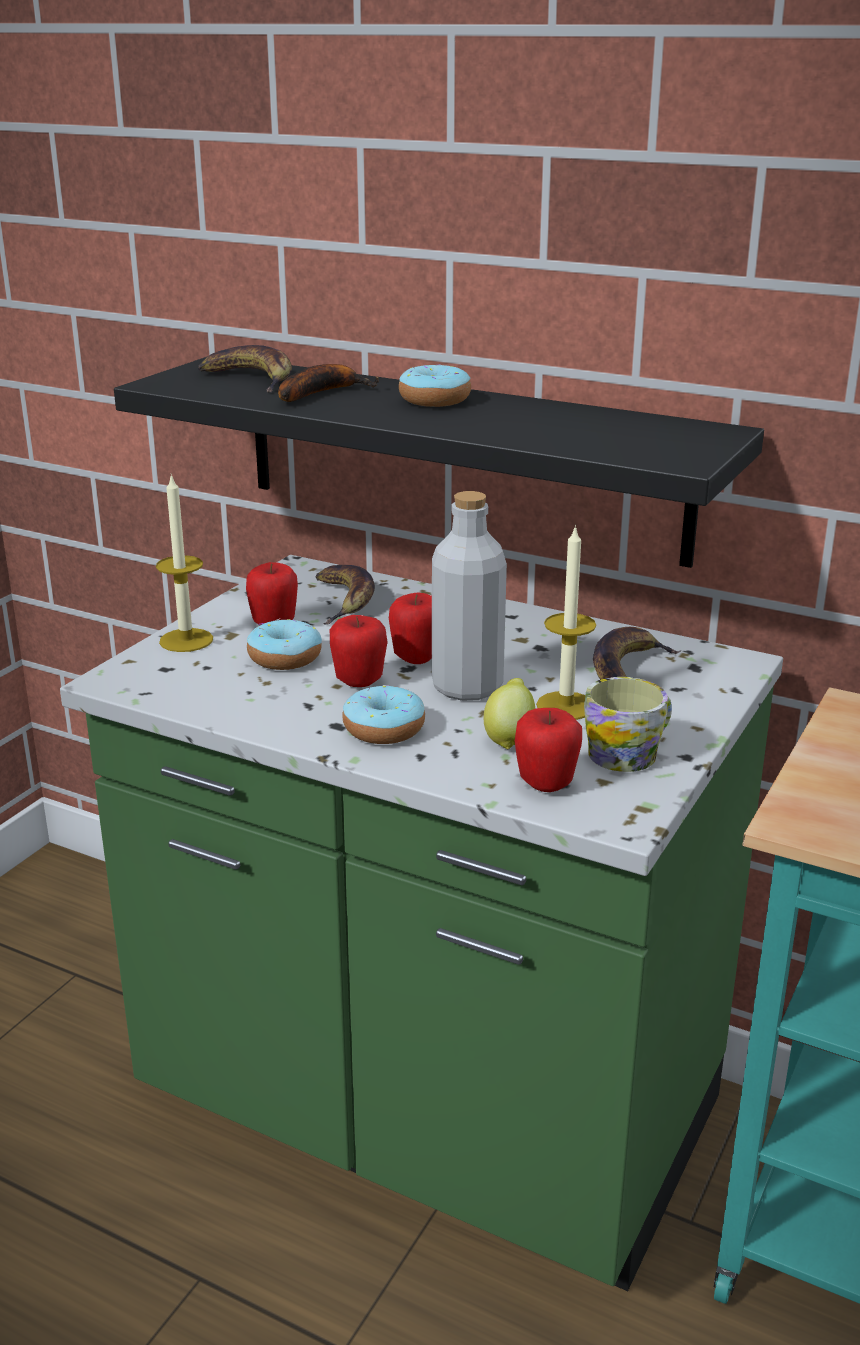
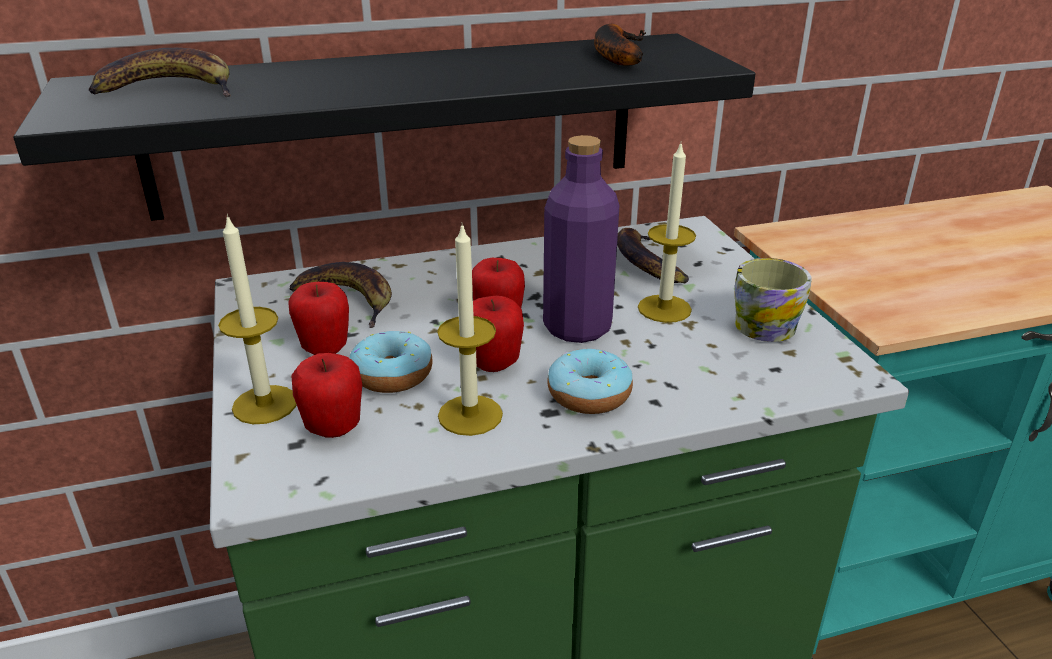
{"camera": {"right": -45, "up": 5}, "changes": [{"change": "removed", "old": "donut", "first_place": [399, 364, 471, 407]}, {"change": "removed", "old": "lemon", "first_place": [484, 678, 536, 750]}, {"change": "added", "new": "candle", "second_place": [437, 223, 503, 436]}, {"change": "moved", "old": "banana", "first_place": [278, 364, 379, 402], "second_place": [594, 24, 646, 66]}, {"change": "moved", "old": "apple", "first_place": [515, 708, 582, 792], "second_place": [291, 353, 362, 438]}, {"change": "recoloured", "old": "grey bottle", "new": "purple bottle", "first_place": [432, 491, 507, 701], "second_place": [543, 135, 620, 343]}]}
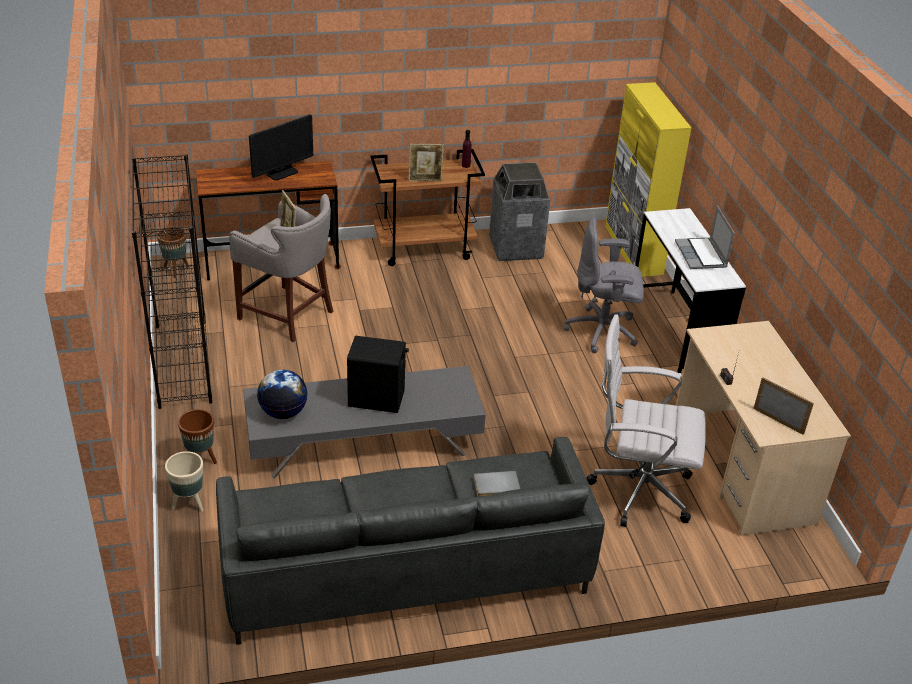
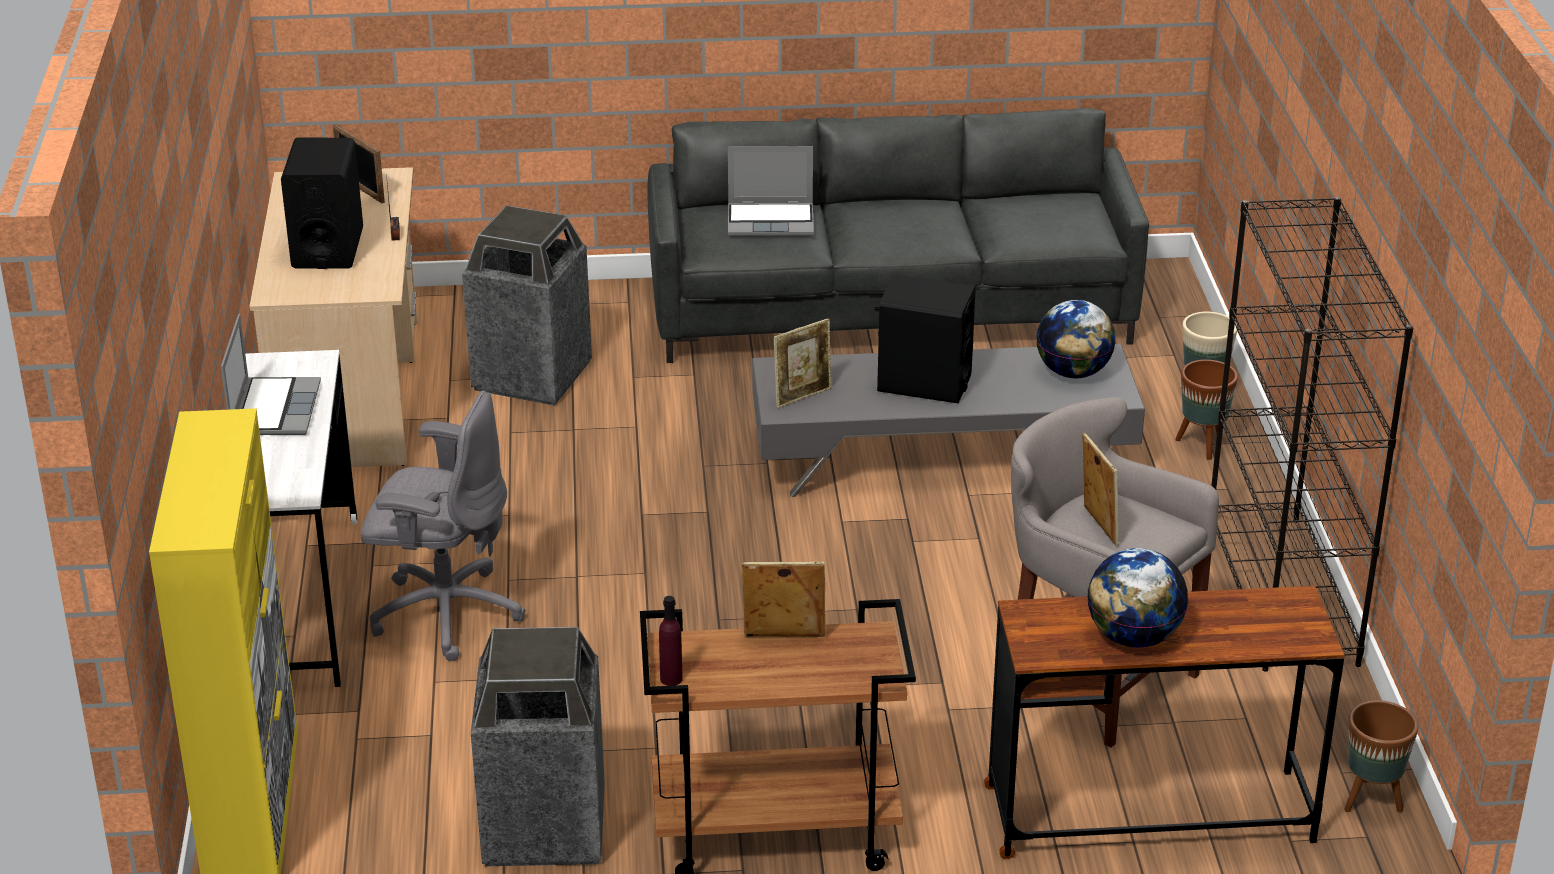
{"camera": {"right": -170, "up": -5}, "changes": [{"change": "added", "new": "black speaker", "second_place": [281, 138, 363, 269]}, {"change": "added", "new": "picture frame", "second_place": [774, 318, 831, 408]}, {"change": "replaced", "old": "monitor", "new": "globe", "first_place": [249, 114, 313, 181], "second_place": [1087, 548, 1188, 648]}, {"change": "replaced", "old": "grey book", "new": "laptop", "first_place": [473, 471, 521, 496], "second_place": [728, 146, 814, 237]}, {"change": "replaced", "old": "white office chair", "new": "trash can", "first_place": [586, 314, 706, 527], "second_place": [462, 205, 592, 406]}]}
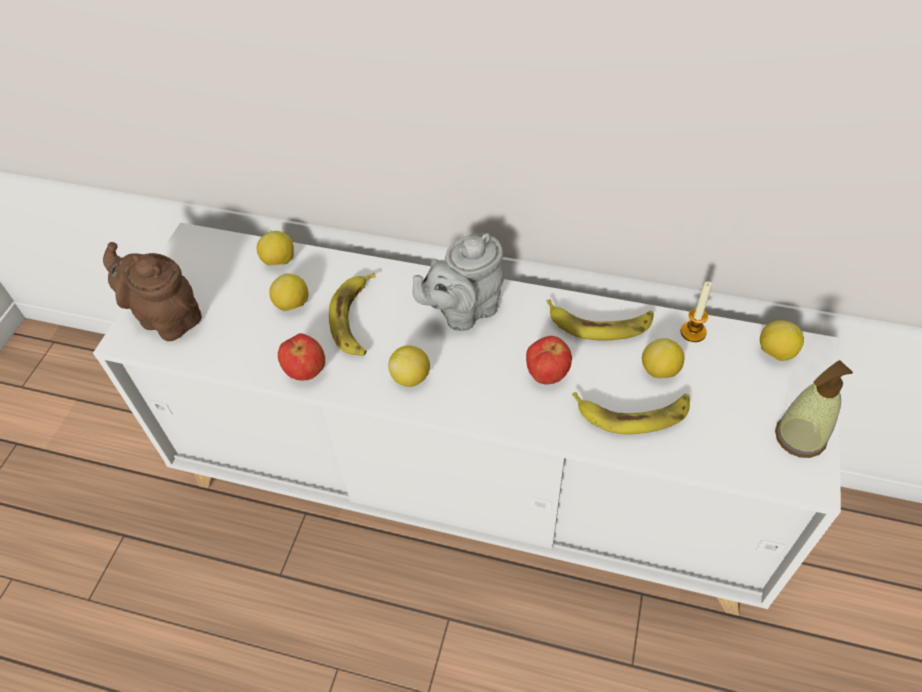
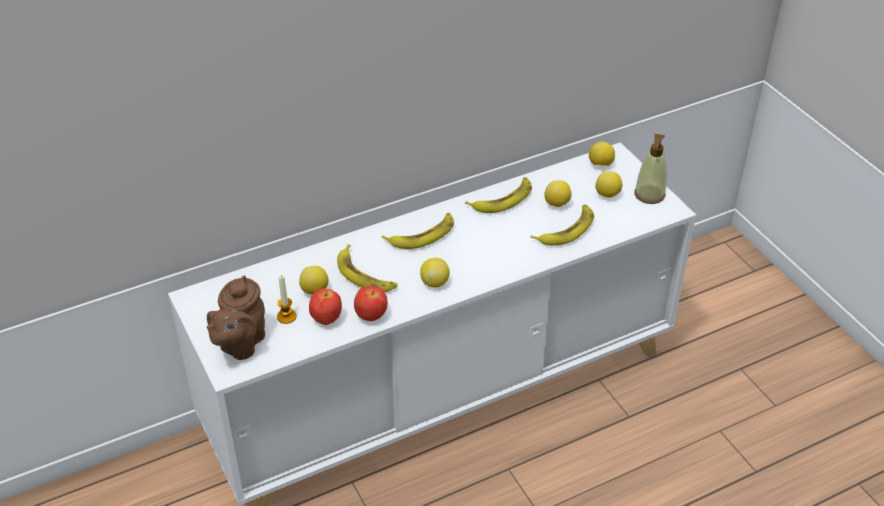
{"camera": {"right": -45, "up": -10}, "changes": [{"change": "moved", "old": "lemon", "first_place": [256, 231, 294, 266], "second_place": [595, 171, 622, 198]}, {"change": "moved", "old": "apple", "first_place": [526, 336, 572, 384], "second_place": [309, 288, 342, 325]}, {"change": "moved", "old": "candle", "first_place": [681, 282, 712, 342], "second_place": [277, 275, 296, 324]}, {"change": "replaced", "old": "grey teapot", "new": "banana", "first_place": [413, 233, 504, 331], "second_place": [381, 213, 454, 249]}, {"change": "turned", "old": "brown teapot", "first_place": [103, 242, 202, 341], "second_place": [207, 275, 265, 360], "degrees": -60}]}
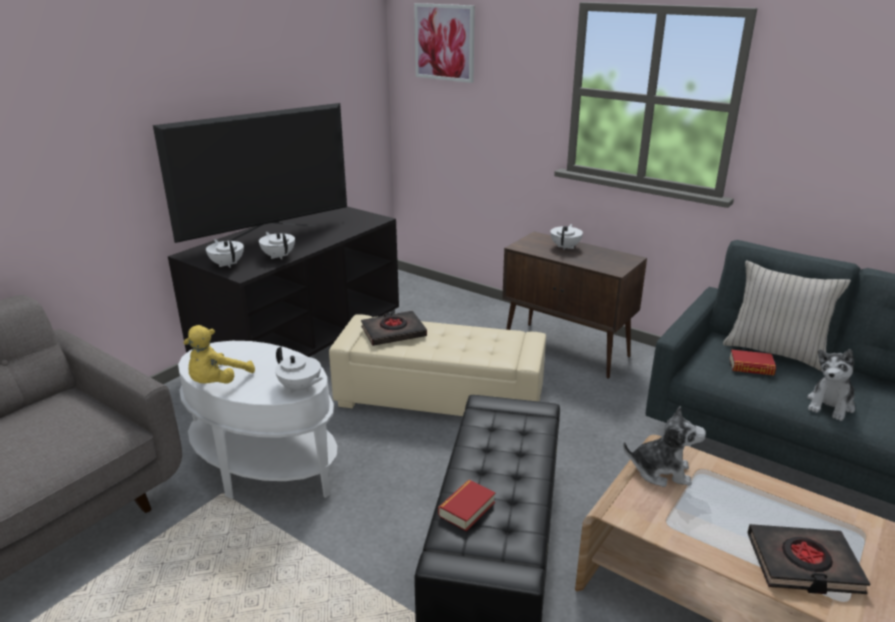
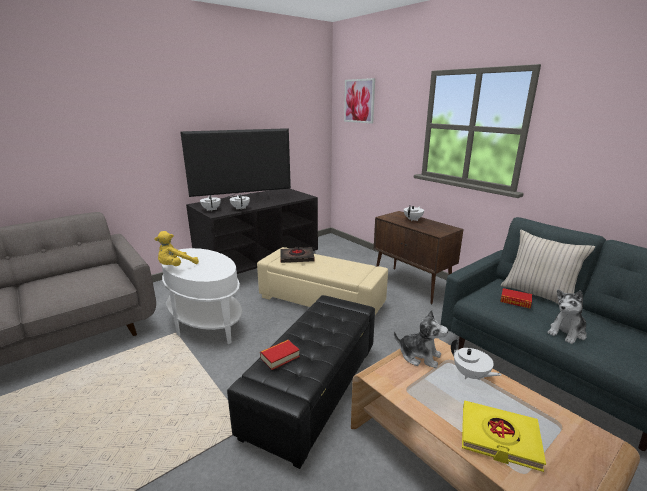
{"camera": {"right": 15, "up": -5}, "changes": [{"change": "moved", "old": "white teapot", "first_place": [275, 347, 323, 393], "second_place": [451, 339, 502, 380]}, {"change": "recoloured", "old": "black book", "new": "yellow book", "first_place": [747, 524, 871, 594], "second_place": [462, 400, 546, 472]}]}
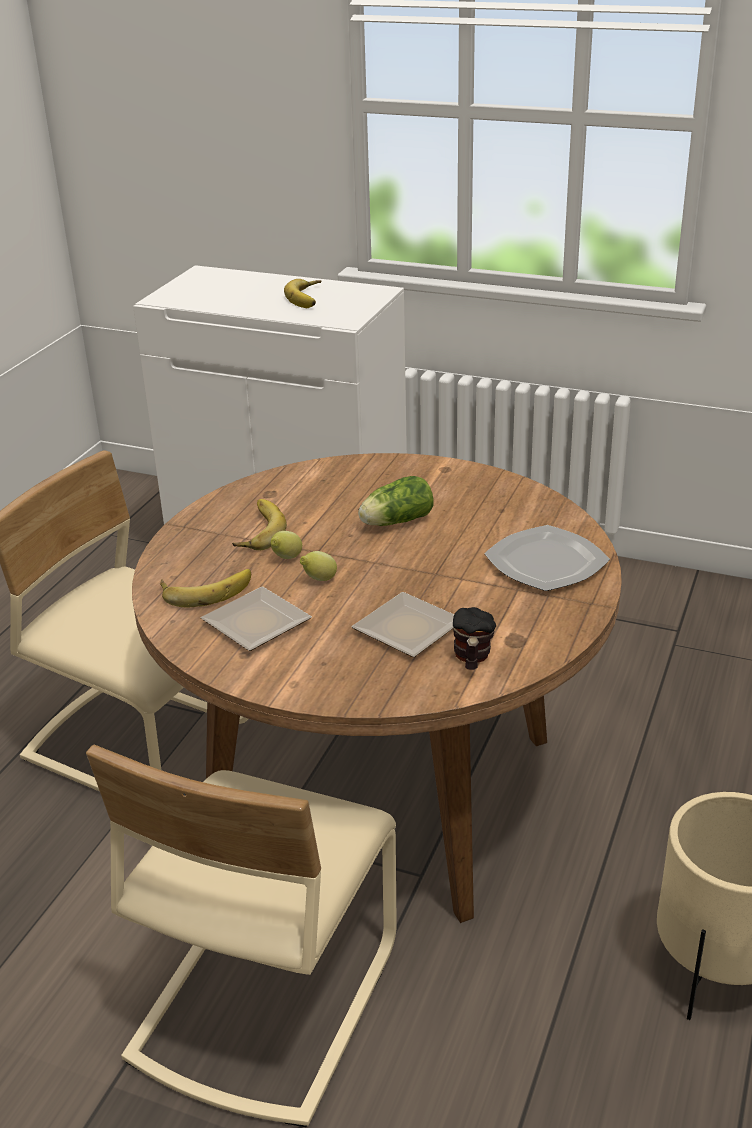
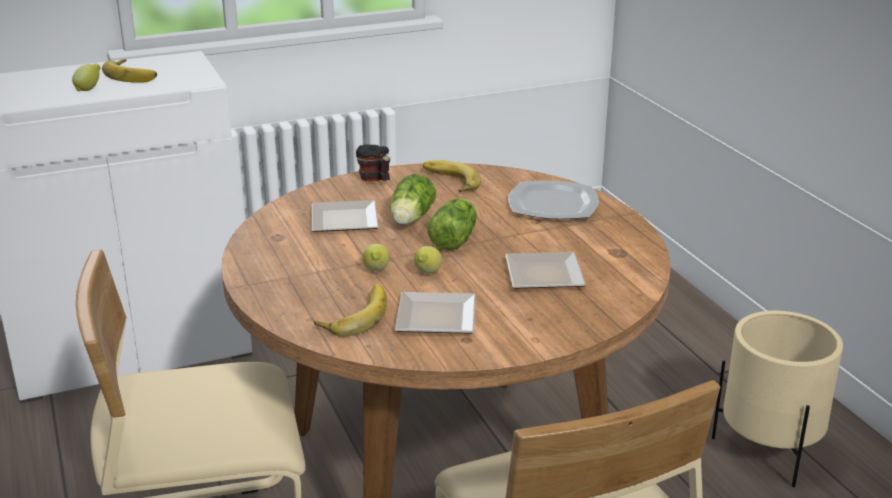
{"camera": {"right": -45, "up": -5}, "changes": [{"change": "added", "new": "lemon", "second_place": [72, 64, 101, 91]}, {"change": "added", "new": "plate", "second_place": [312, 200, 379, 232]}, {"change": "added", "new": "lettuce", "second_place": [427, 198, 477, 250]}, {"change": "moved", "old": "banana", "first_place": [232, 499, 287, 550], "second_place": [423, 160, 481, 192]}, {"change": "moved", "old": "mug", "first_place": [453, 607, 496, 670], "second_place": [356, 144, 390, 181]}]}
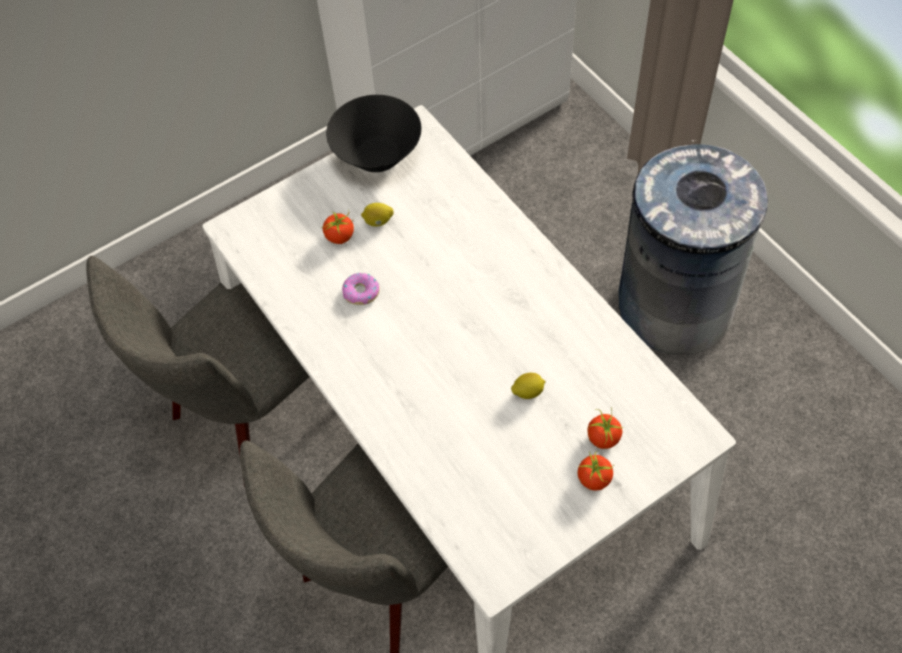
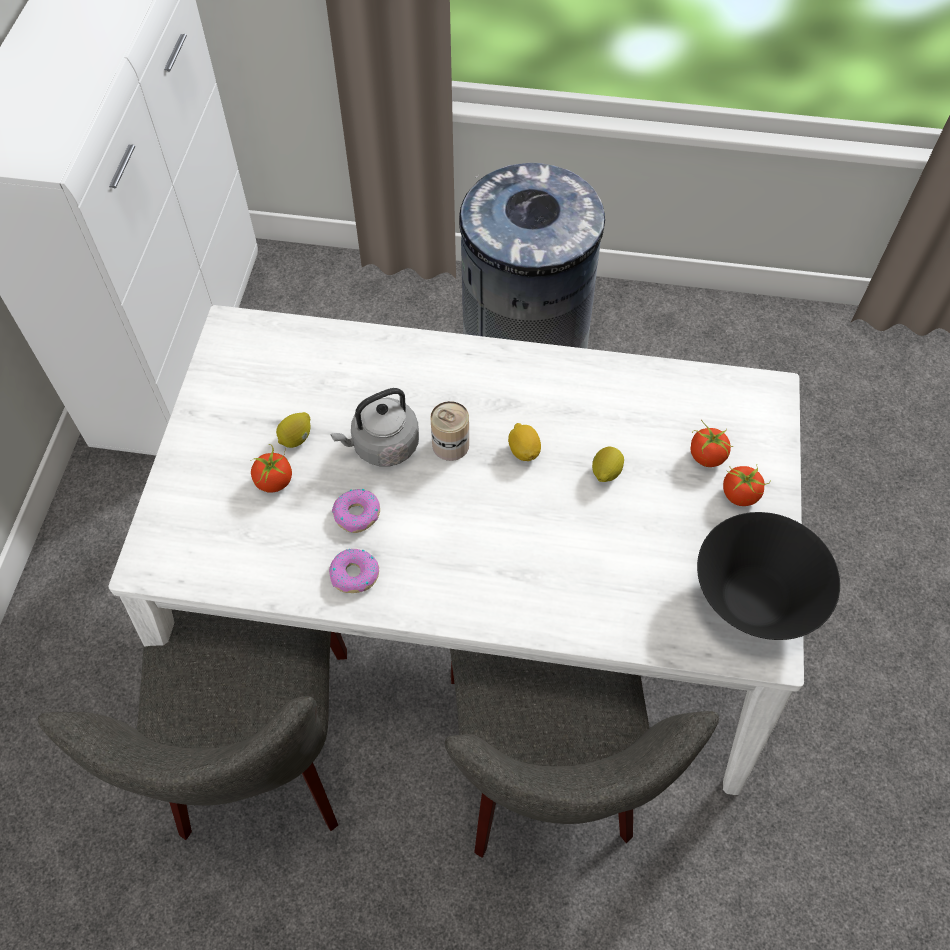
{"camera": {"right": -50, "up": 0}, "changes": [{"change": "added", "new": "donut", "second_place": [329, 549, 379, 593]}, {"change": "added", "new": "grey kettle", "second_place": [331, 388, 419, 466]}, {"change": "added", "new": "can", "second_place": [430, 401, 469, 461]}, {"change": "added", "new": "lemon", "second_place": [508, 423, 541, 461]}, {"change": "moved", "old": "black bowl", "first_place": [326, 95, 422, 172], "second_place": [697, 512, 840, 640]}]}
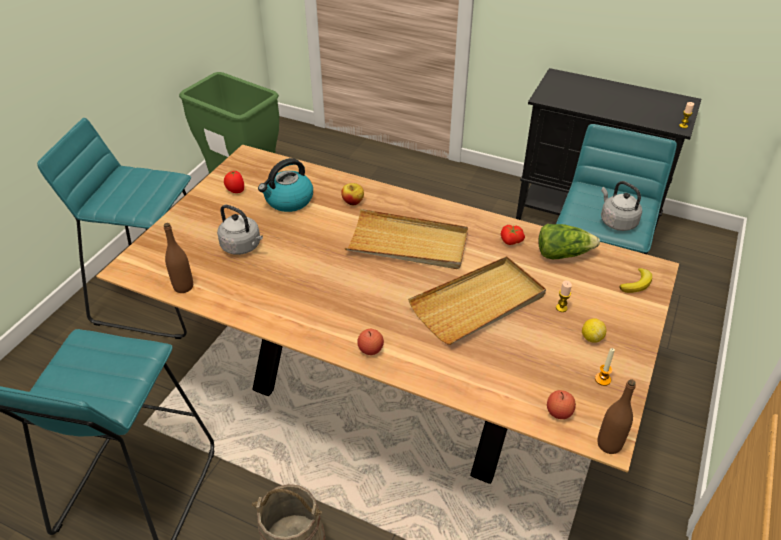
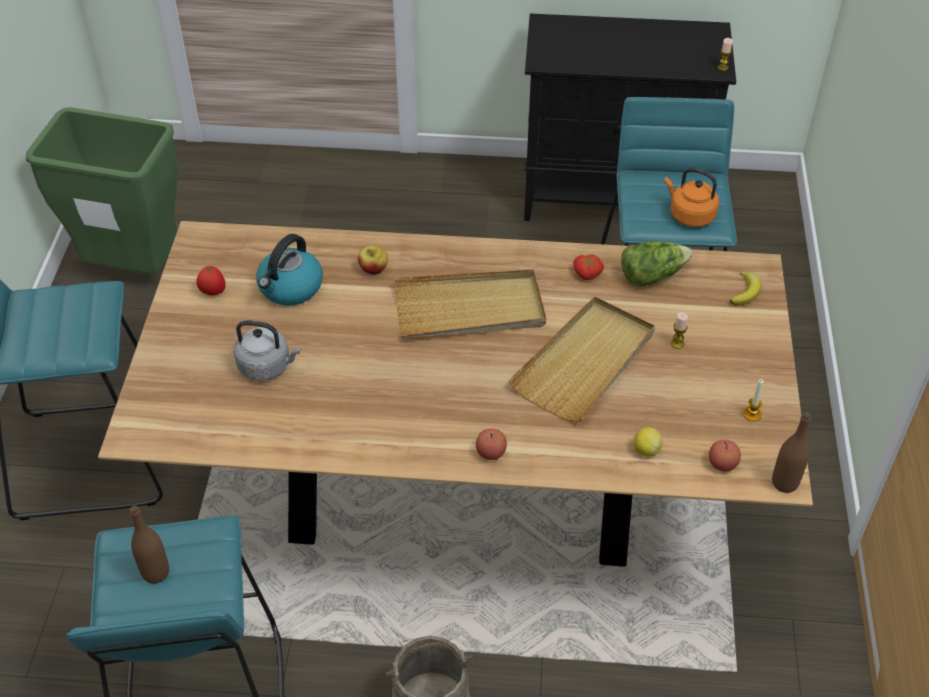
{"camera": {"right": -20, "up": 5}, "changes": [{"change": "moved", "old": "brown bottle", "first_place": [164, 223, 193, 293], "second_place": [130, 505, 169, 584]}, {"change": "moved", "old": "lemon", "first_place": [582, 318, 606, 343], "second_place": [634, 427, 663, 456]}, {"change": "recoloured", "old": "grey kettle", "new": "orange kettle", "first_place": [601, 181, 642, 231], "second_place": [664, 167, 719, 227]}]}
